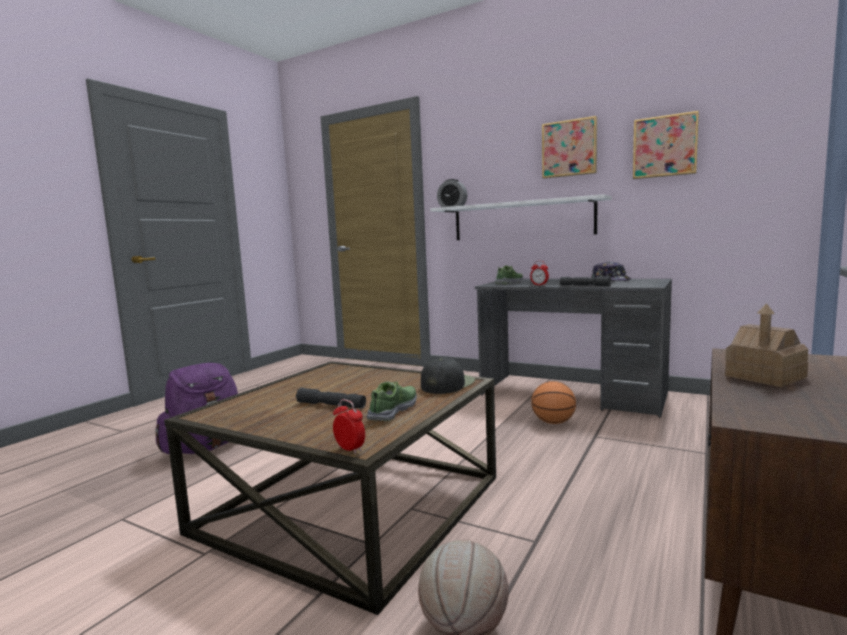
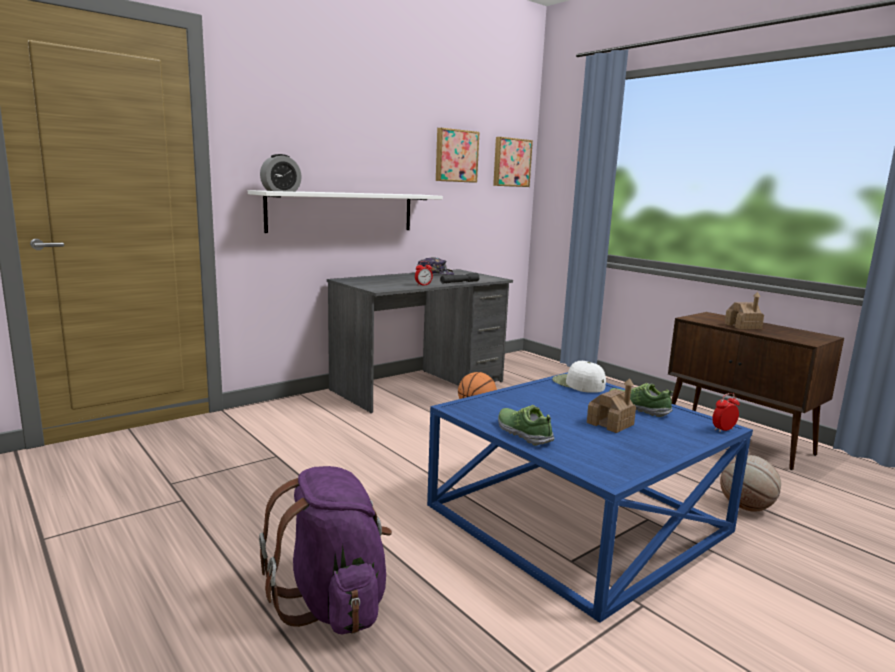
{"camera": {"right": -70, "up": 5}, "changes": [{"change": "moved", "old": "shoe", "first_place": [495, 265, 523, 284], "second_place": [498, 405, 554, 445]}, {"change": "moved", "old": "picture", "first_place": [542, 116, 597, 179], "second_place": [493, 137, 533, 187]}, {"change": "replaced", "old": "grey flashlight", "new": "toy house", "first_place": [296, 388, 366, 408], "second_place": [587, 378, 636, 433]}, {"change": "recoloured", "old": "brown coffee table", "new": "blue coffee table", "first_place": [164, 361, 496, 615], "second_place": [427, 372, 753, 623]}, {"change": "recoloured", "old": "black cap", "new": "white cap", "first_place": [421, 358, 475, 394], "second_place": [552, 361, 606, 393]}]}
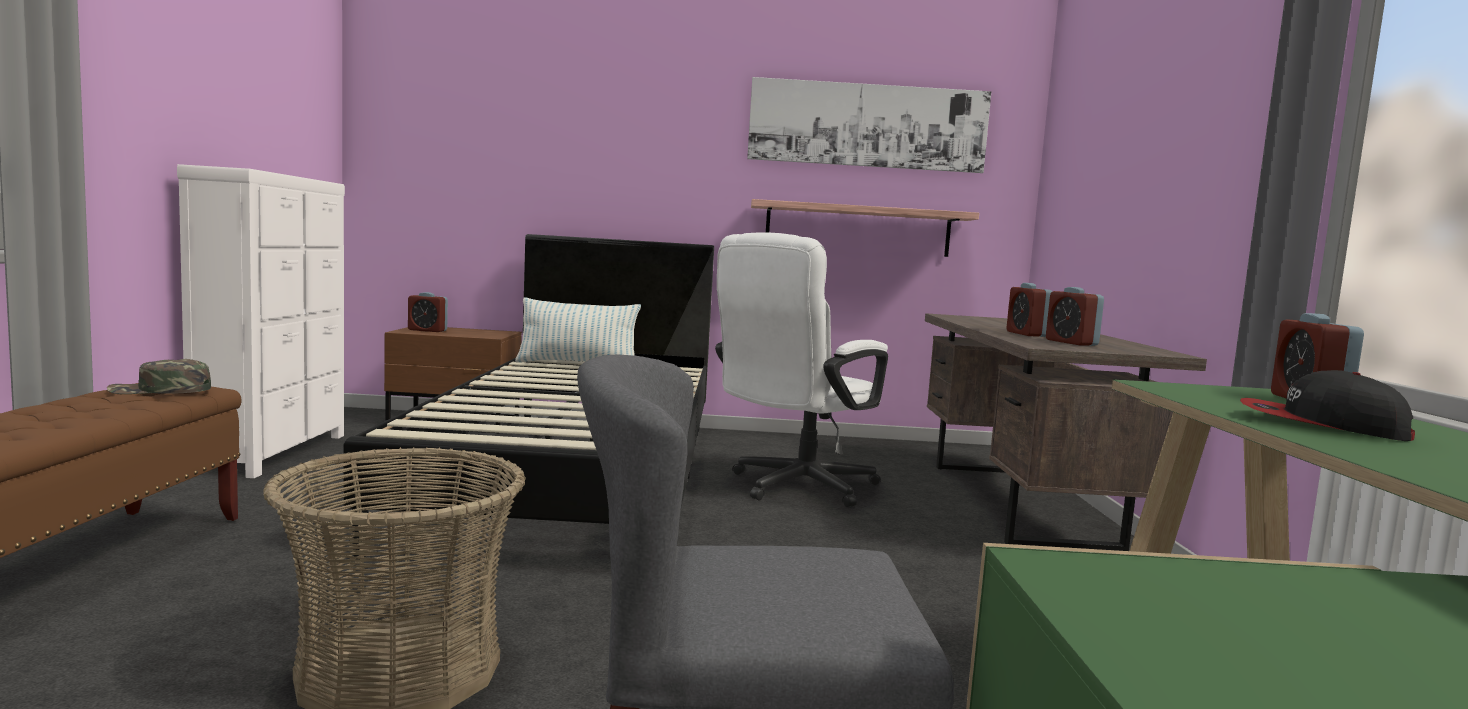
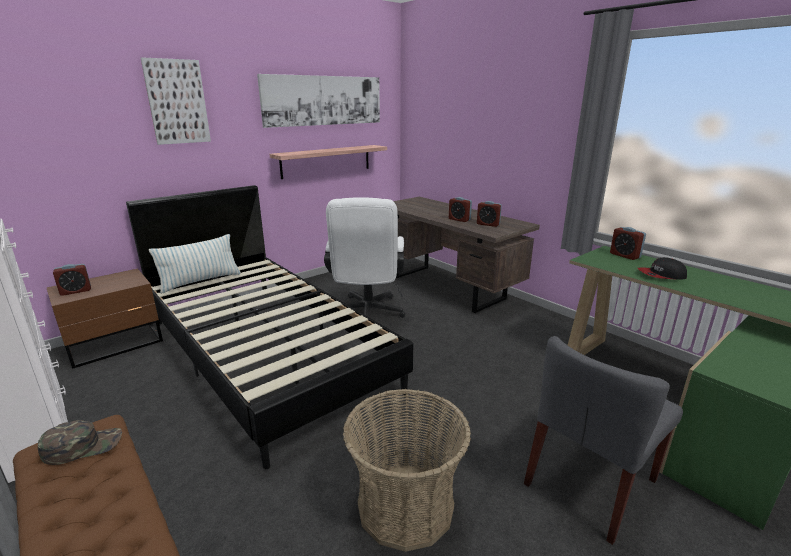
{"camera": {"right": -40, "up": 15}, "changes": [{"change": "added", "new": "picture", "second_place": [141, 57, 211, 145]}, {"change": "turned", "old": "green cap", "first_place": [107, 359, 211, 394], "second_place": [38, 420, 122, 465], "degrees": -150}]}
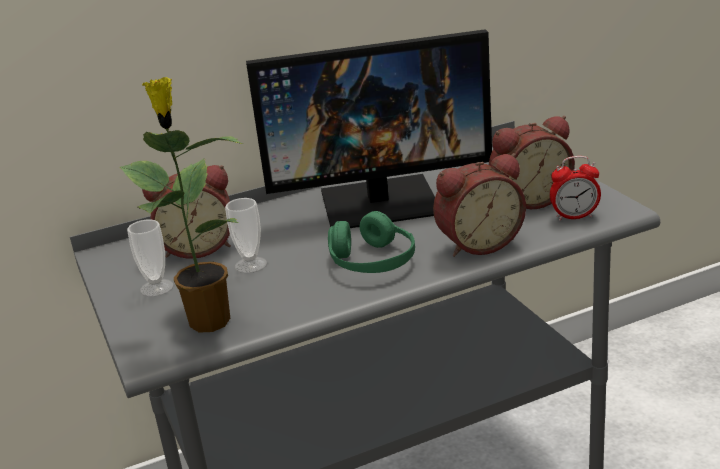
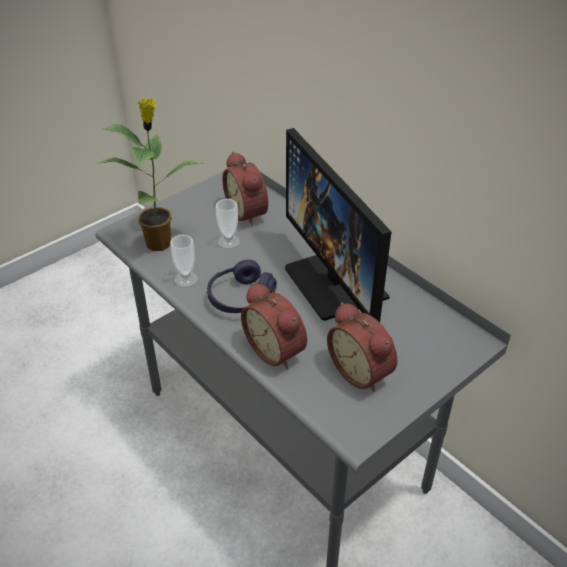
{"camera": {"right": 70, "up": 15}, "changes": [{"change": "removed", "old": "alarm clock", "first_place": [550, 156, 601, 221]}, {"change": "moved", "old": "cup", "first_place": [127, 219, 174, 297], "second_place": [170, 235, 198, 287]}, {"change": "recoloured", "old": "green headphones", "new": "purple headphones", "first_place": [328, 211, 415, 273], "second_place": [207, 259, 277, 313]}]}
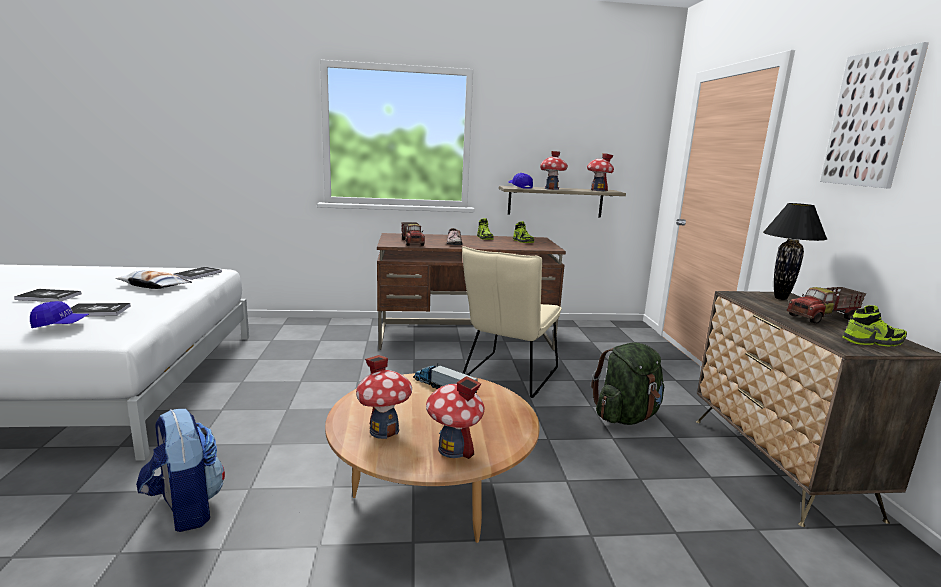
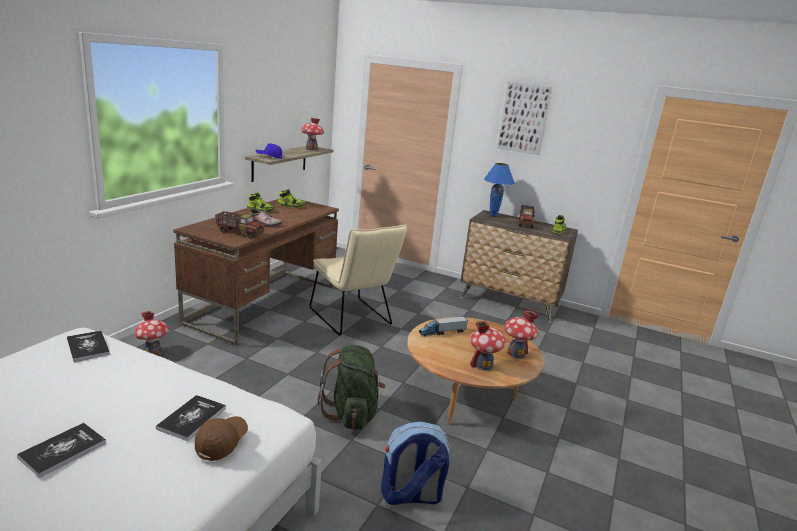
{"camera": {"right": -60, "up": 5}, "changes": [{"change": "removed", "old": "pillow", "first_place": [116, 270, 192, 289]}, {"change": "moved", "old": "toy house", "first_place": [540, 151, 568, 190], "second_place": [135, 311, 168, 355]}, {"change": "moved", "old": "green backpack", "first_place": [591, 342, 664, 425], "second_place": [318, 345, 386, 430]}, {"change": "recoloured", "old": "blue cap", "new": "brown cap", "first_place": [30, 301, 89, 328], "second_place": [195, 416, 248, 461]}, {"change": "recoloured", "old": "black table lamp", "new": "blue table lamp", "first_place": [763, 203, 827, 300], "second_place": [484, 163, 514, 217]}]}
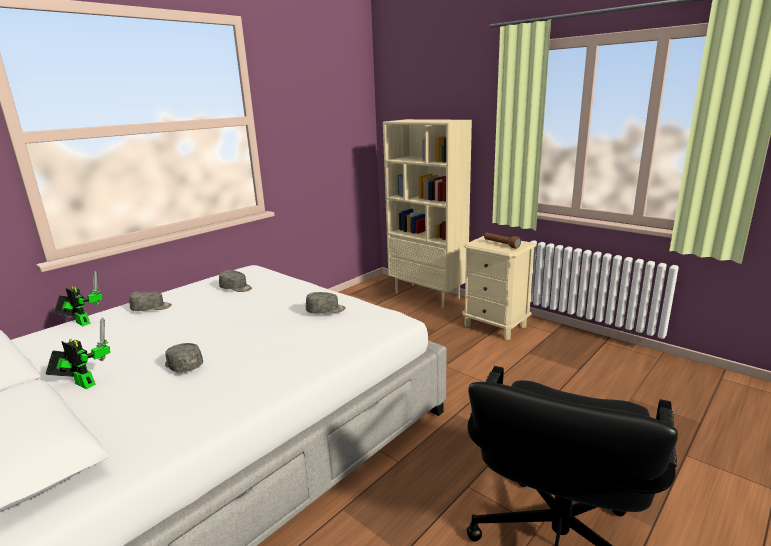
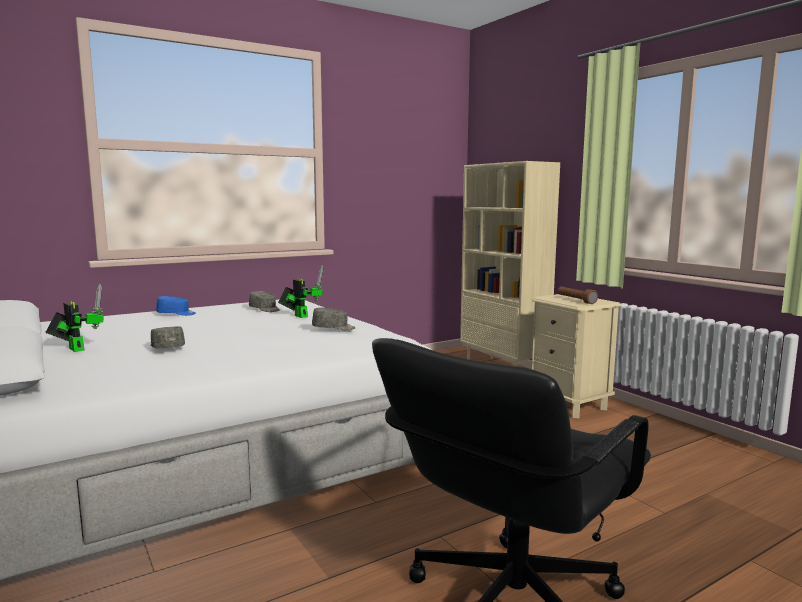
{"camera": {"right": 15, "up": -10}, "changes": [{"change": "moved", "old": "toy robot", "first_place": [54, 271, 102, 326], "second_place": [278, 265, 324, 318]}, {"change": "recoloured", "old": "grey cap", "new": "blue cap", "first_place": [129, 291, 172, 311], "second_place": [156, 296, 196, 316]}]}
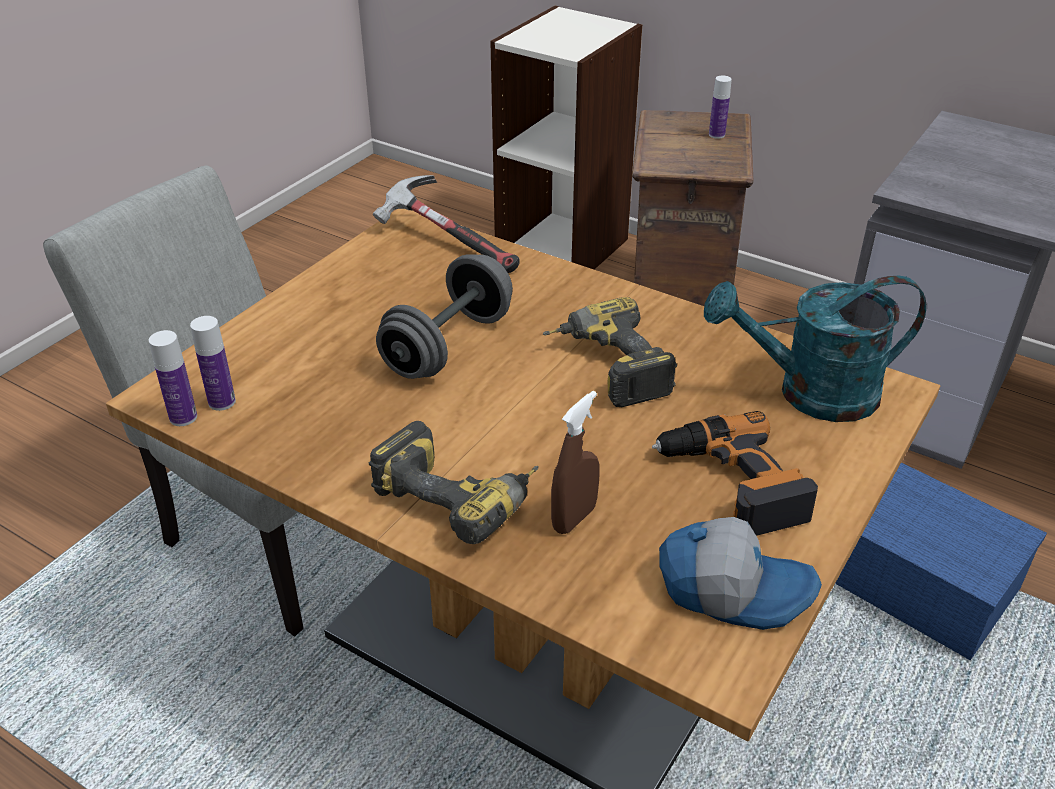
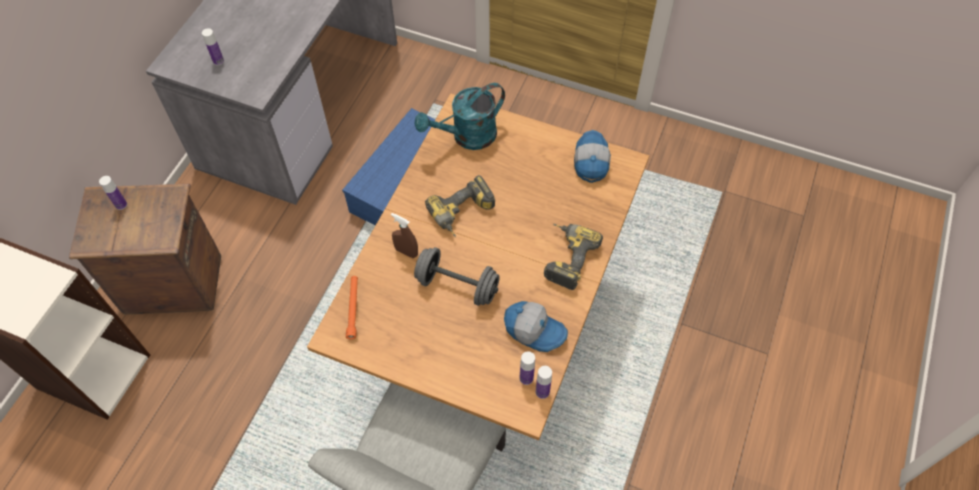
{"camera": {"right": -100, "up": 20}, "changes": [{"change": "removed", "old": "power drill", "first_place": [652, 411, 818, 536]}, {"change": "added", "new": "bottle", "second_place": [202, 28, 224, 65]}, {"change": "added", "new": "cap", "second_place": [504, 301, 568, 352]}, {"change": "moved", "old": "brown spray bottle", "first_place": [551, 391, 600, 534], "second_place": [391, 213, 418, 258]}, {"change": "replaced", "old": "hammer", "new": "orange flashlight", "first_place": [373, 175, 520, 273], "second_place": [346, 276, 358, 339]}, {"change": "turned", "old": "turquoise watering can", "first_place": [704, 276, 926, 422], "second_place": [415, 83, 505, 150], "degrees": 75}]}
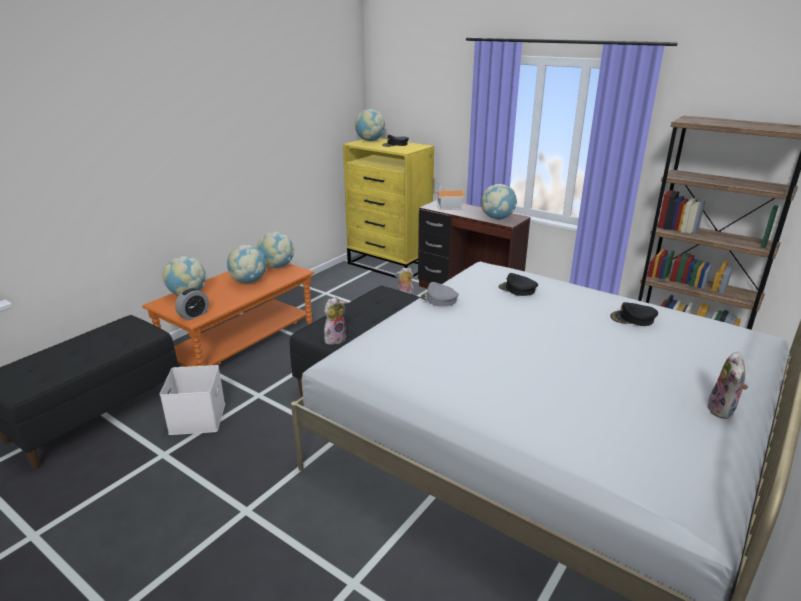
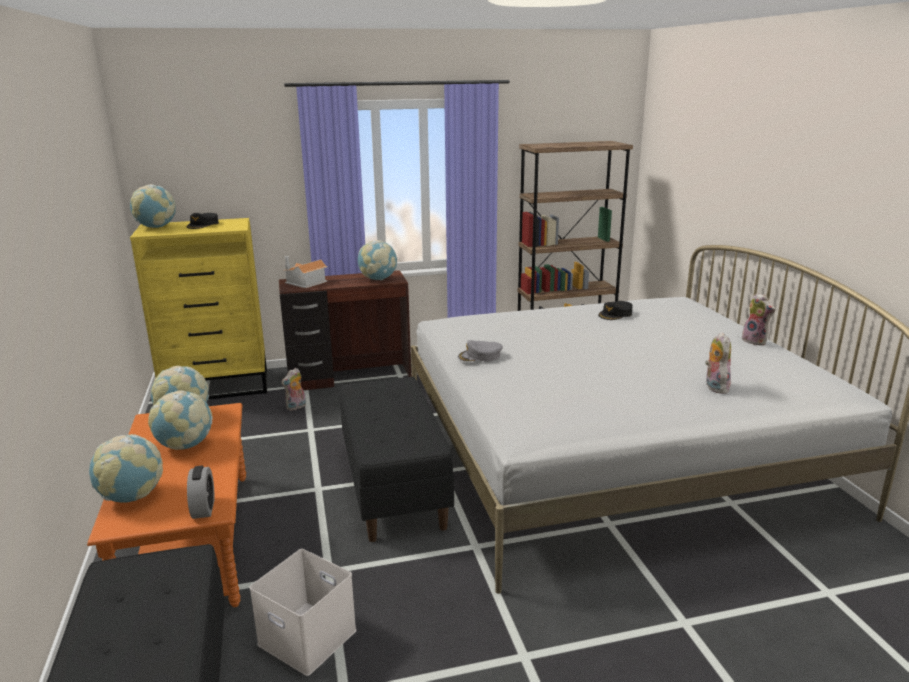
{"camera": {"right": -50, "up": -5}, "changes": [{"change": "removed", "old": "black cap", "first_place": [499, 273, 538, 296]}, {"change": "moved", "old": "plush toy", "first_place": [324, 297, 347, 344], "second_place": [705, 332, 731, 394]}]}
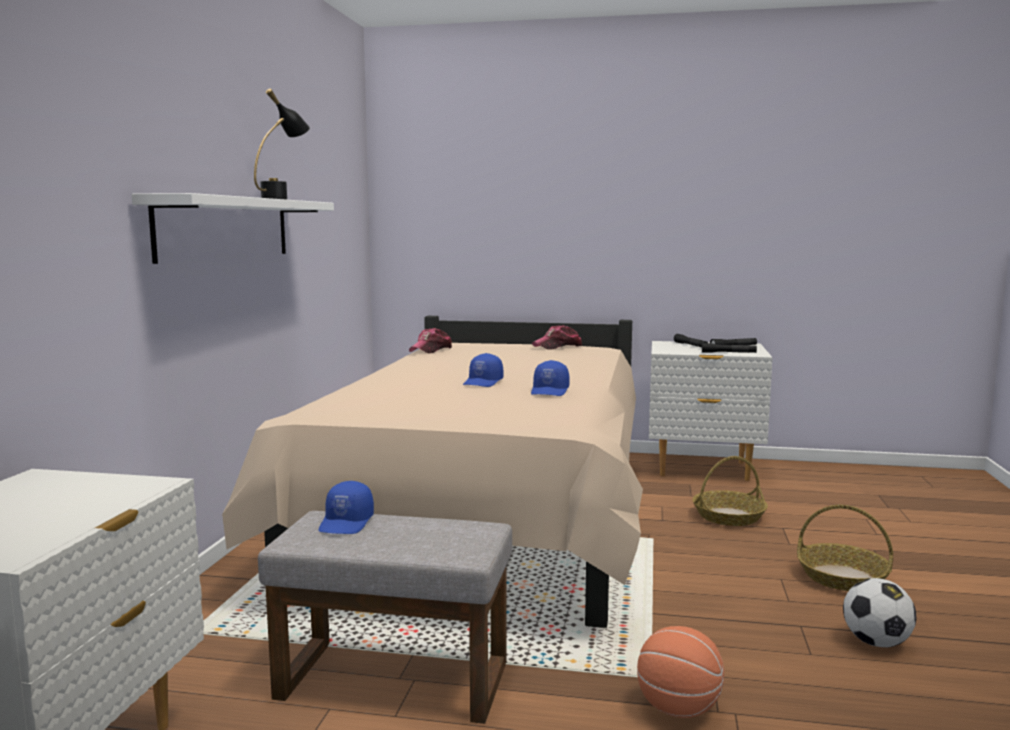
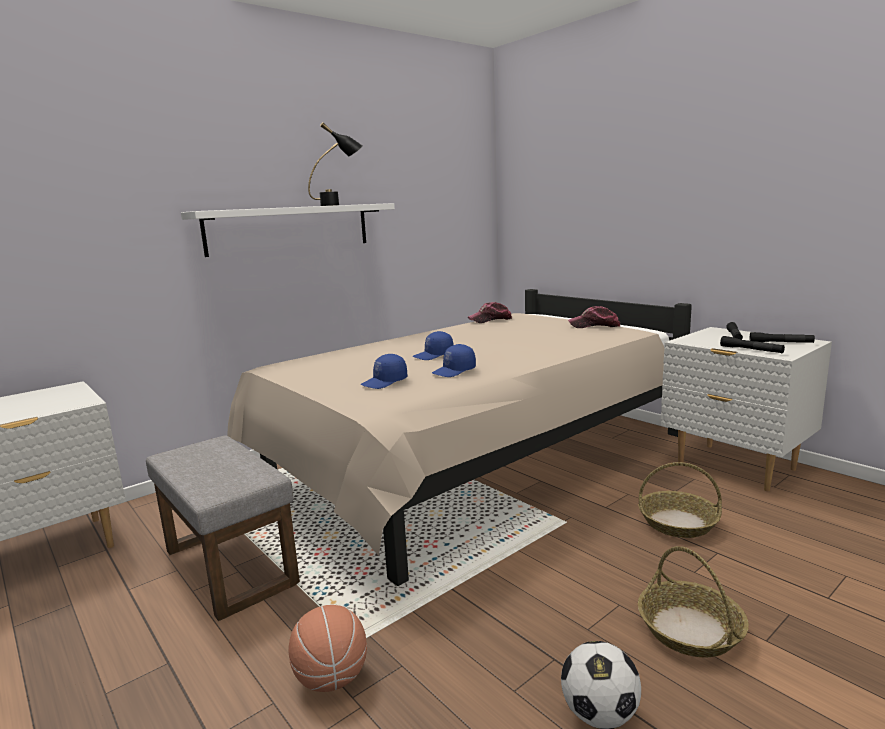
{"camera": {"right": 40, "up": 5}, "changes": [{"change": "moved", "old": "blue cap", "first_place": [318, 481, 374, 534], "second_place": [361, 354, 407, 389]}]}
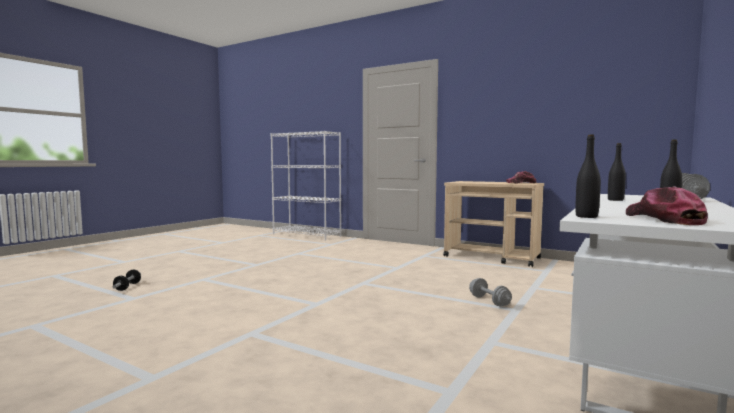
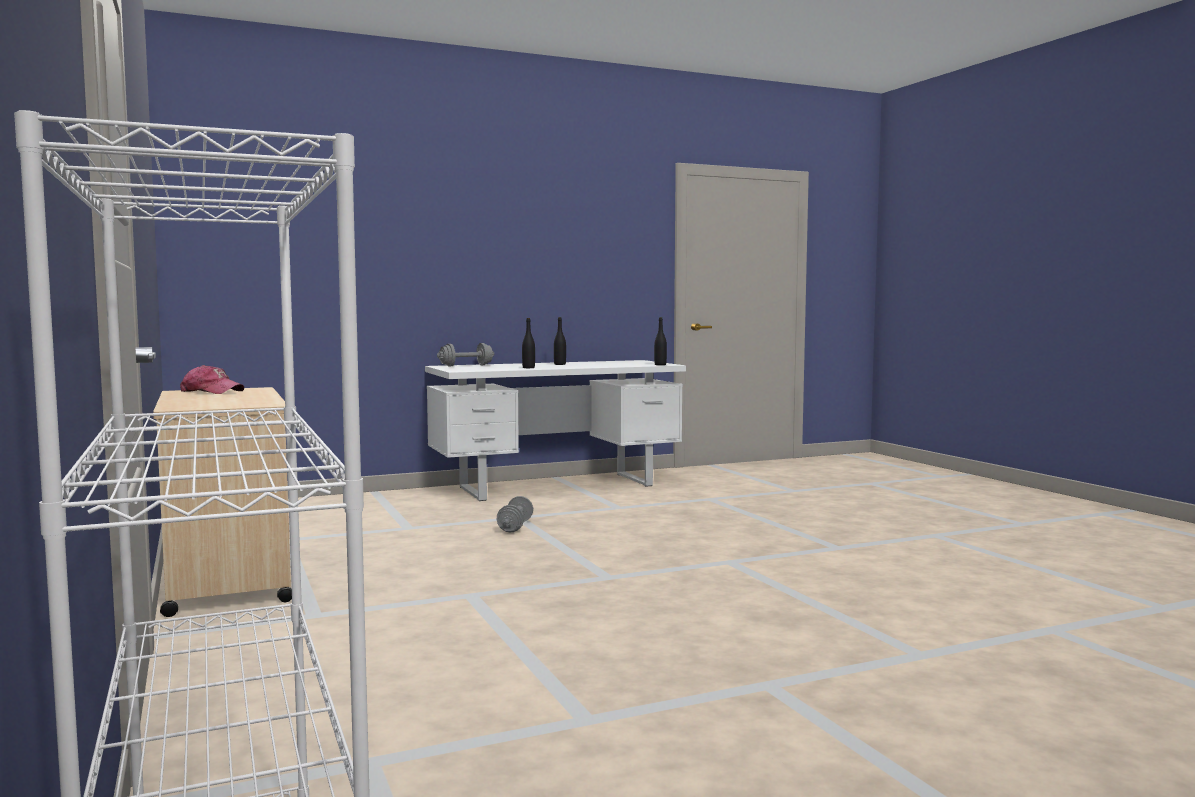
{"camera": {"right": -145, "up": 0}, "changes": [{"change": "removed", "old": "dumbbell", "first_place": [112, 269, 141, 291]}, {"change": "removed", "old": "cap", "first_place": [626, 186, 708, 225]}]}
